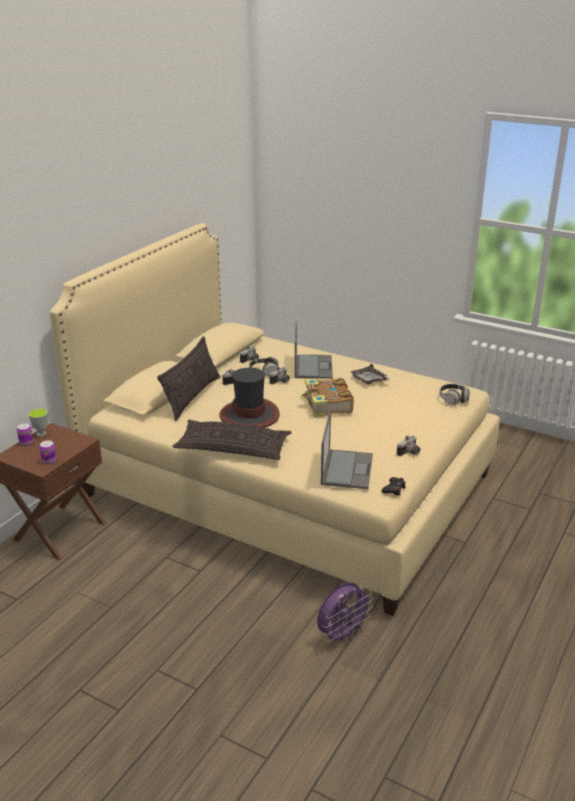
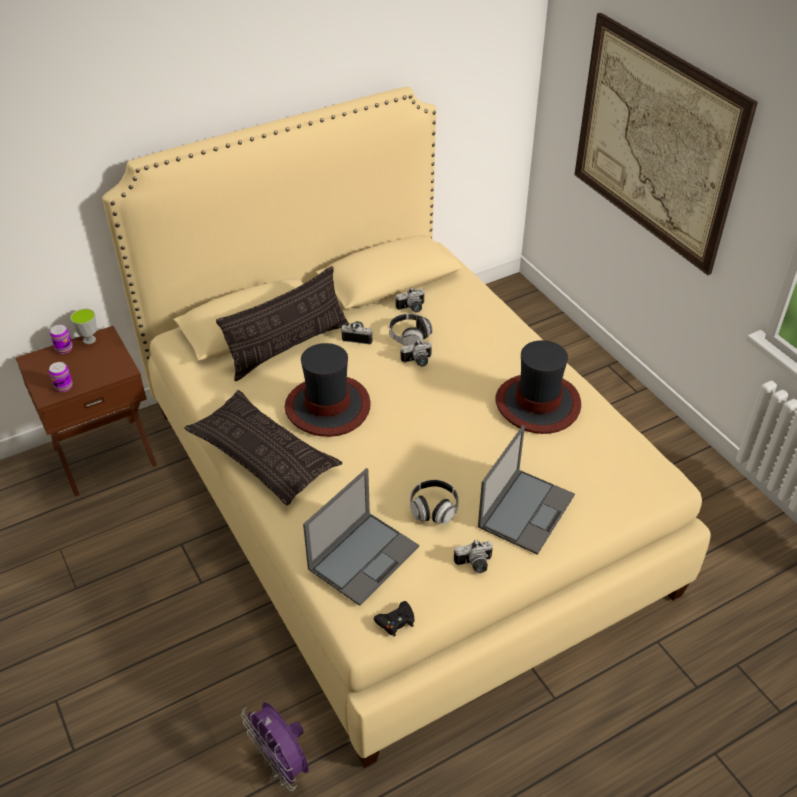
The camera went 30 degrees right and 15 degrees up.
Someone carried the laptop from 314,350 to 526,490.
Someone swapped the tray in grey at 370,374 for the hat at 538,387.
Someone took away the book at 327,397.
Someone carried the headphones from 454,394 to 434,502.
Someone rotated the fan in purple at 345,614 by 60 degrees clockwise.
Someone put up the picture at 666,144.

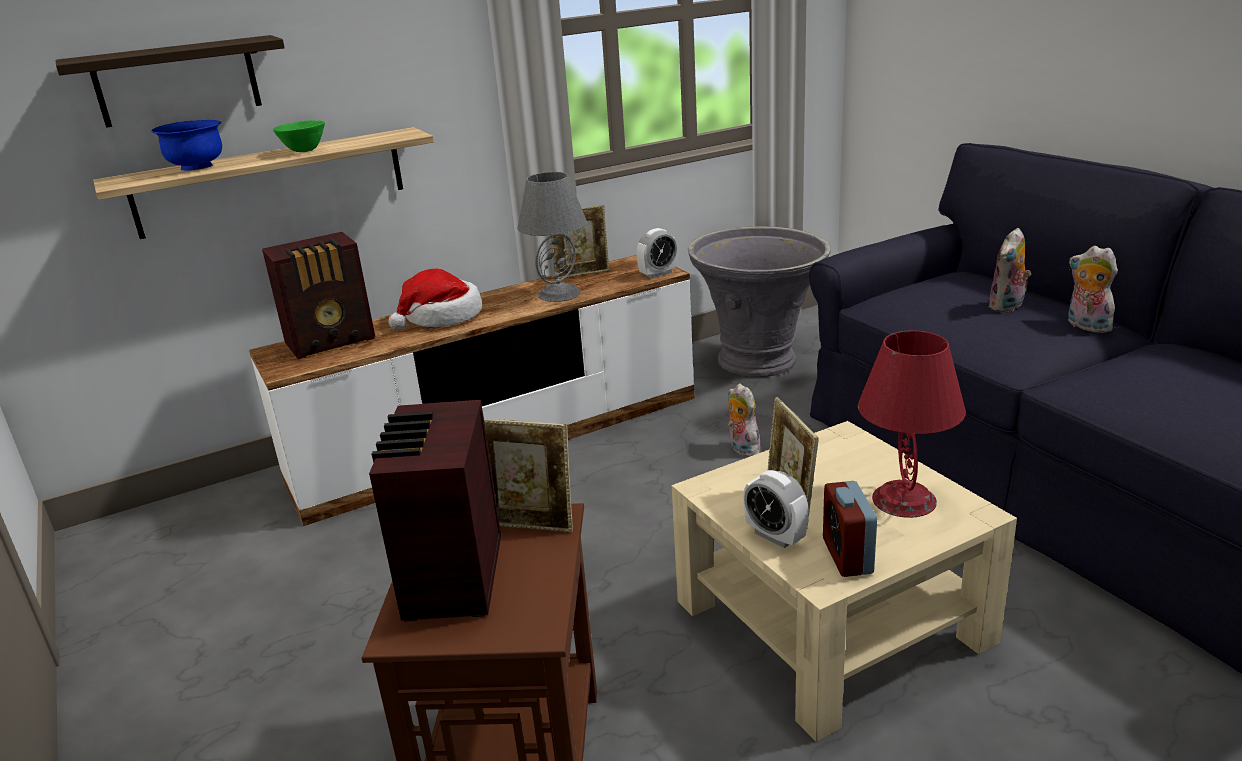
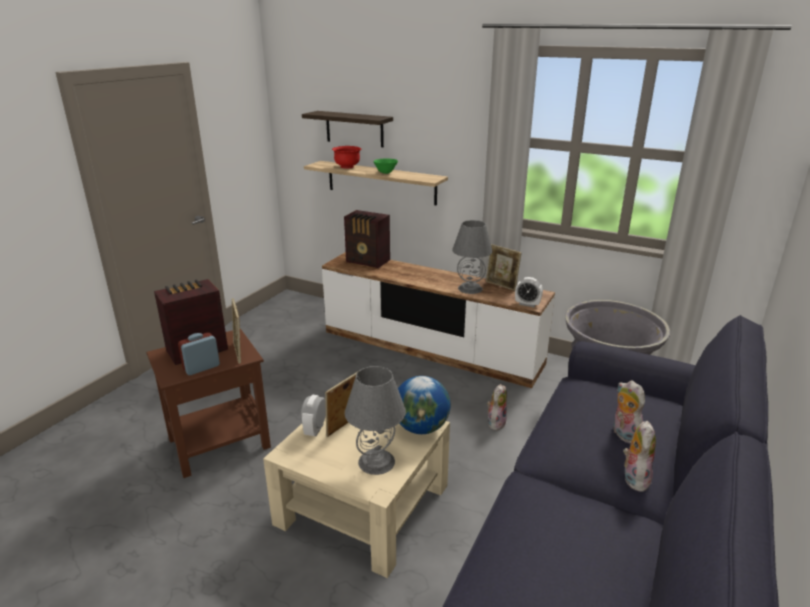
The camera went 55 degrees right and 0 degrees up.
Someone repainted the bowl in blue at 186,145, which became the bowl in red at 346,157.
Someone rotated the plush toy at 1010,270 by 60 degrees clockwise.
Someone took away the hat at 435,299.
Someone repainted the table lamp in red at 912,424, which became the table lamp in grey at 375,420.
Someone carried the alarm clock from 850,529 to 199,353.
Someone put down the globe at 424,405.

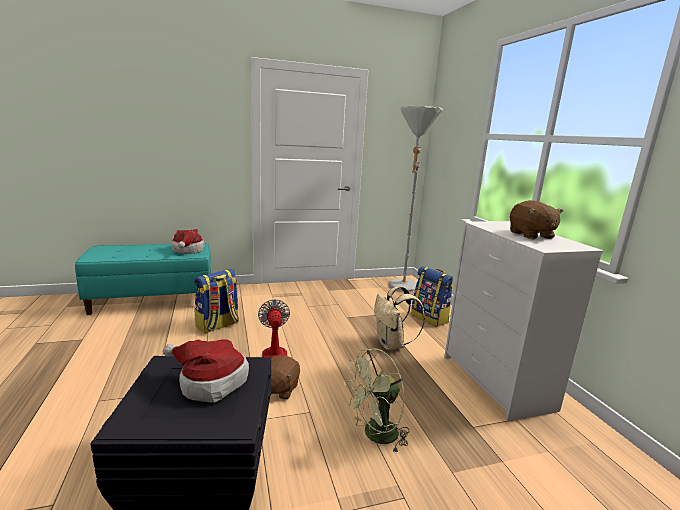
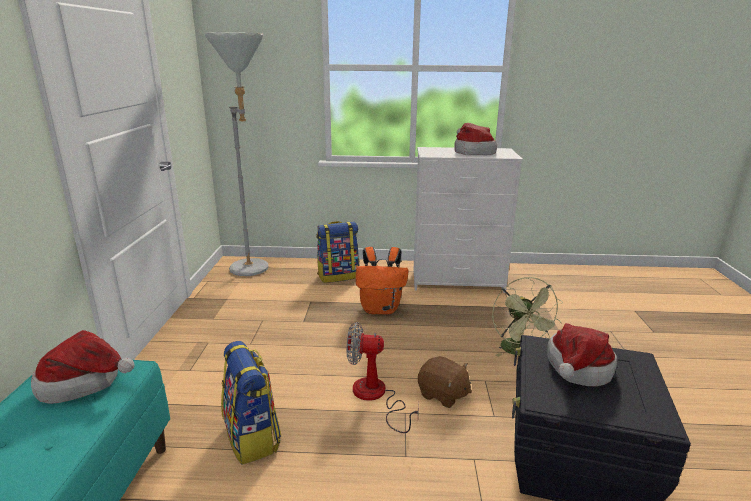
The camera went 70 degrees left and 5 degrees up.
Someone swapped the plush toy in brown at 536,219 for the hat at 475,139.
Someone repainted the backpack in beige at 399,318, which became the backpack in orange at 382,280.

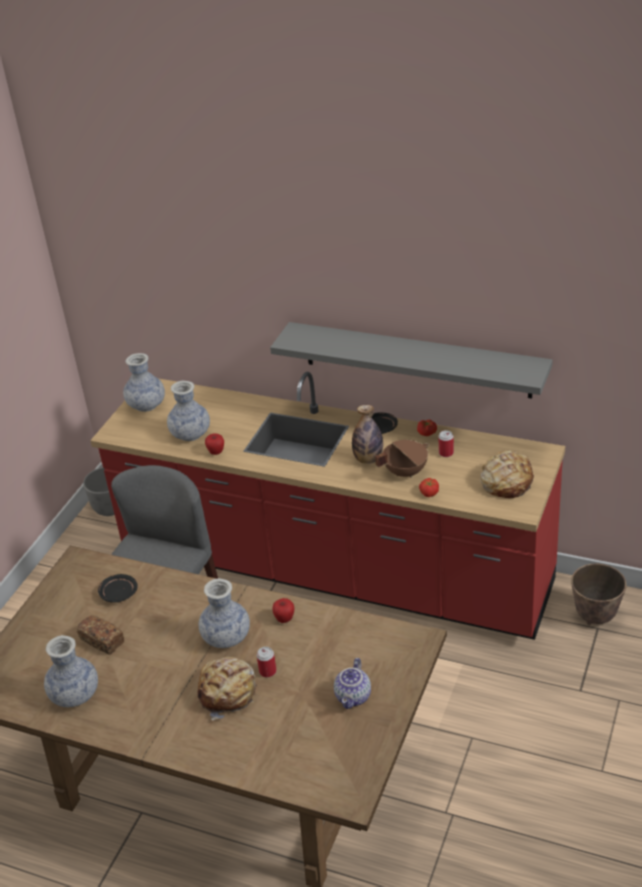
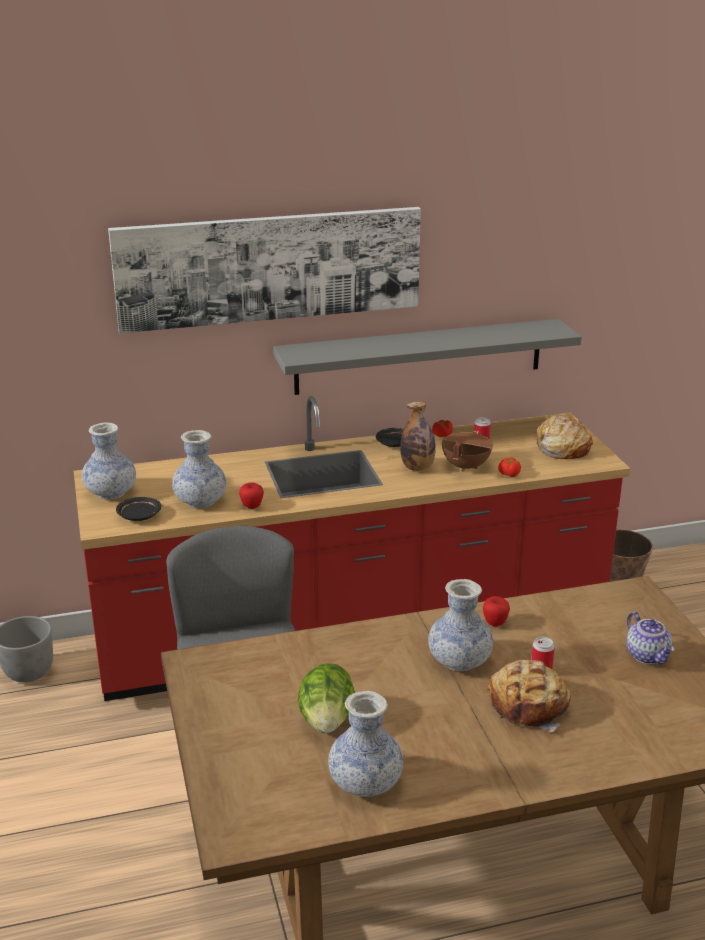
The camera went 40 degrees left and 10 degrees down.
Someone carried the plate in black from 118,588 to 138,509.
Someone swapped the bread at 100,635 for the lettuce at 326,698.
Someone put up the picture at 264,270.

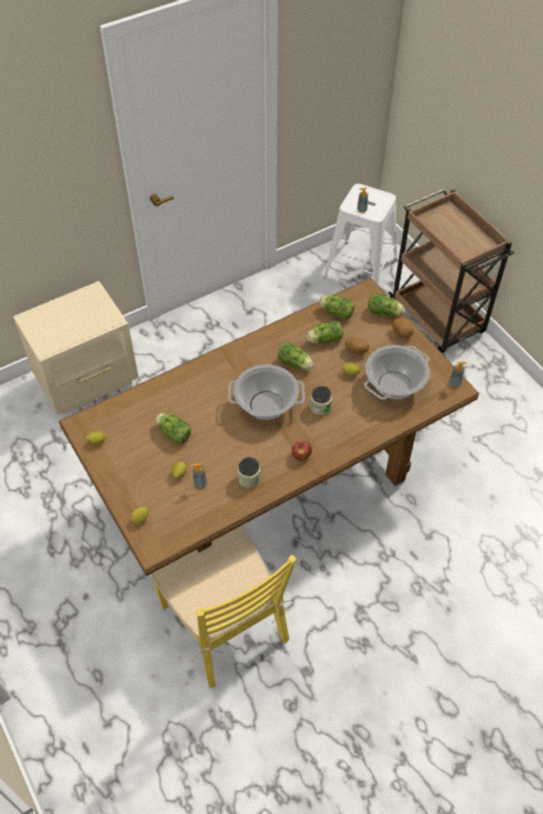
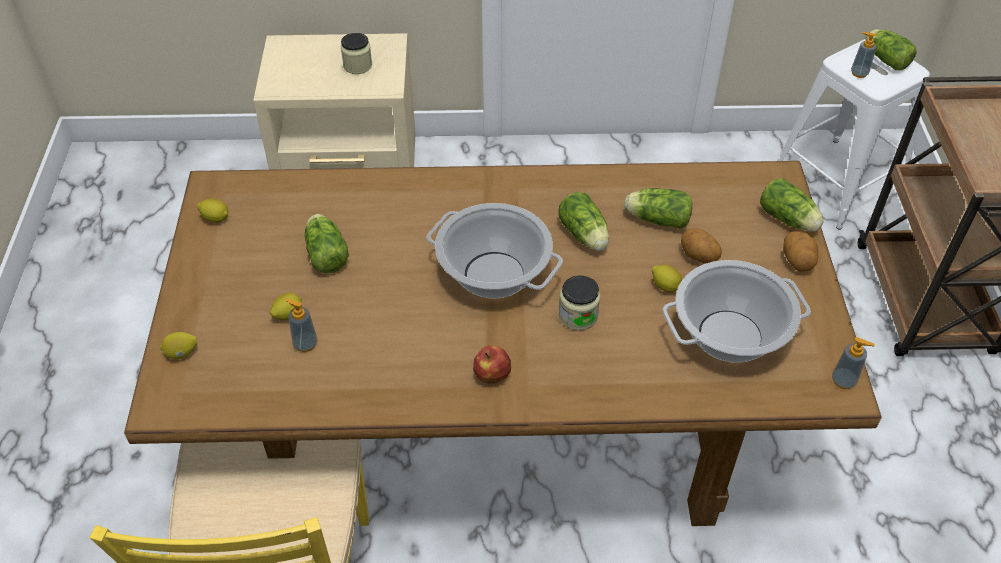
The camera went 30 degrees right and 5 degrees down.
Someone carried the lettuce from 336,307 to 891,49.
Someone carried the jar from 249,472 to 356,53.

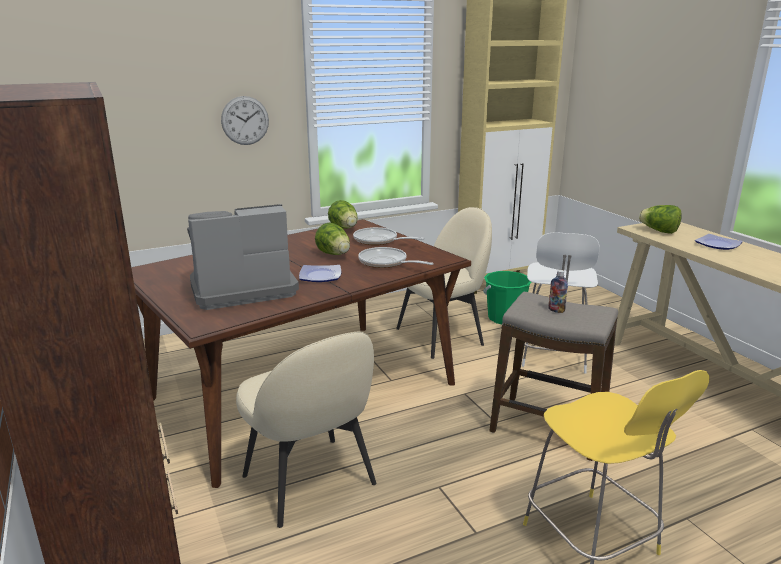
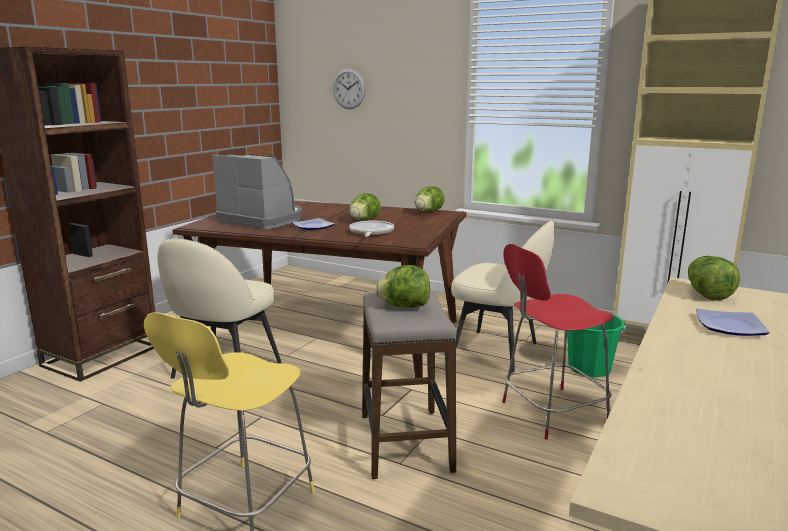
The camera went 55 degrees right and 5 degrees down.
Someone carried the wall clock from 245,120 to 349,89.
Someone took away the frying pan at 389,236.
Someone repainted the stool in white at 561,302, which became the stool in red at 558,342.
Someone swapped the bottle at 558,291 for the lettuce at 402,286.

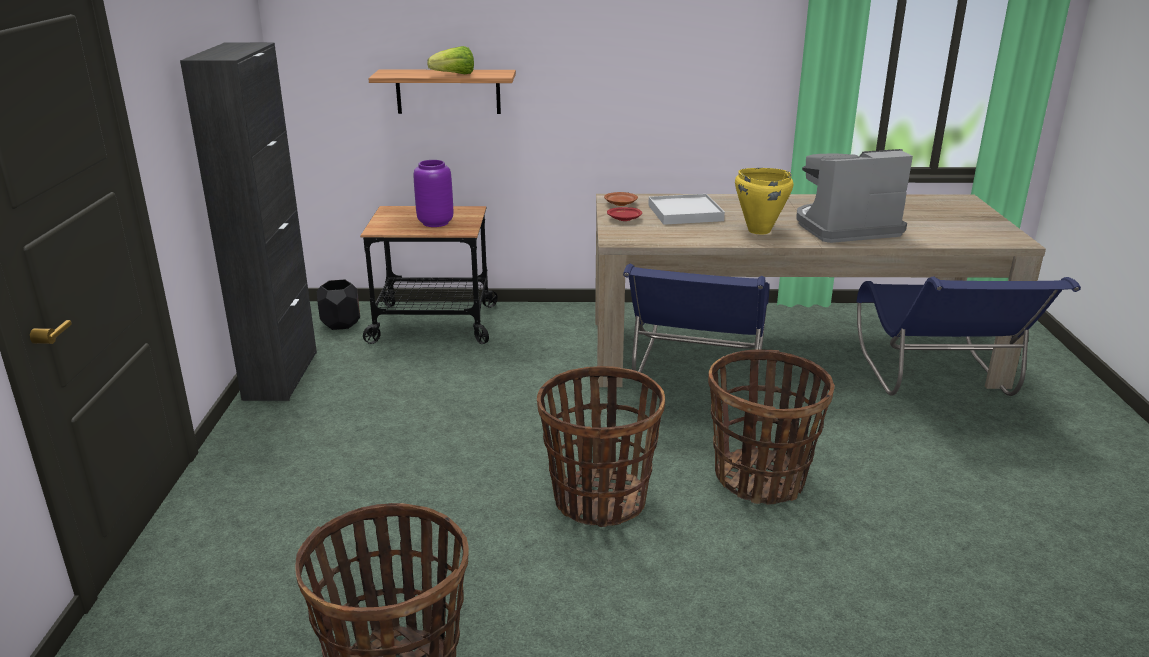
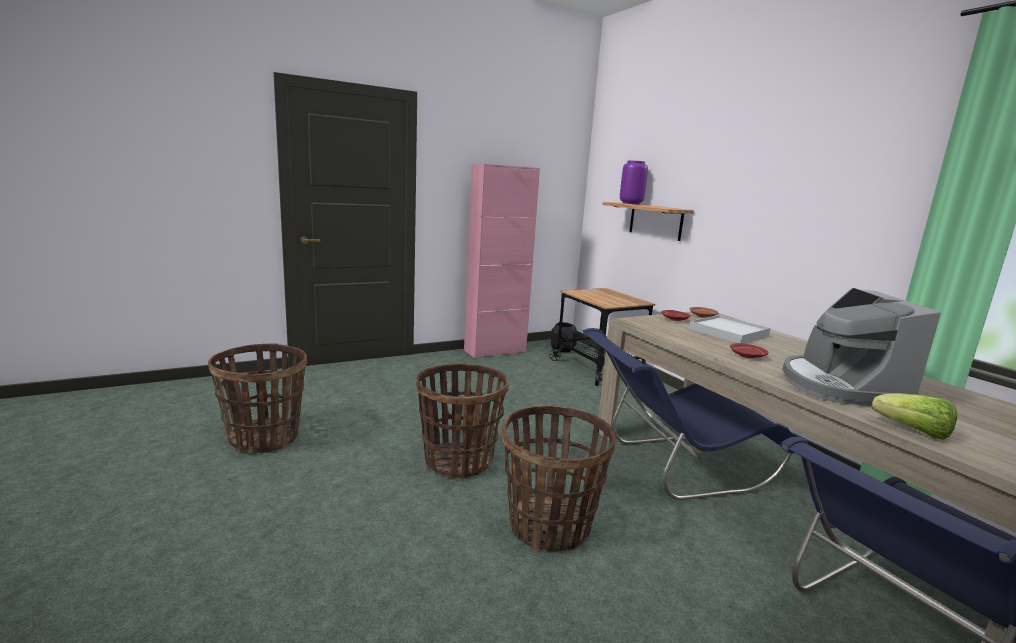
The camera went 60 degrees right and 10 degrees down.
Someone repainted the cabinet in black at 248,221, which became the cabinet in pink at 502,260.
Someone carried the lettuce from 450,60 to 915,416.
Someone rotated the coffee machine at 854,196 by 135 degrees counterclockwise.
Someone carried the vase in purple from 433,193 to 634,182.
Someone swapped the cooking pot in yellow at 764,201 for the plate in red at 749,350.

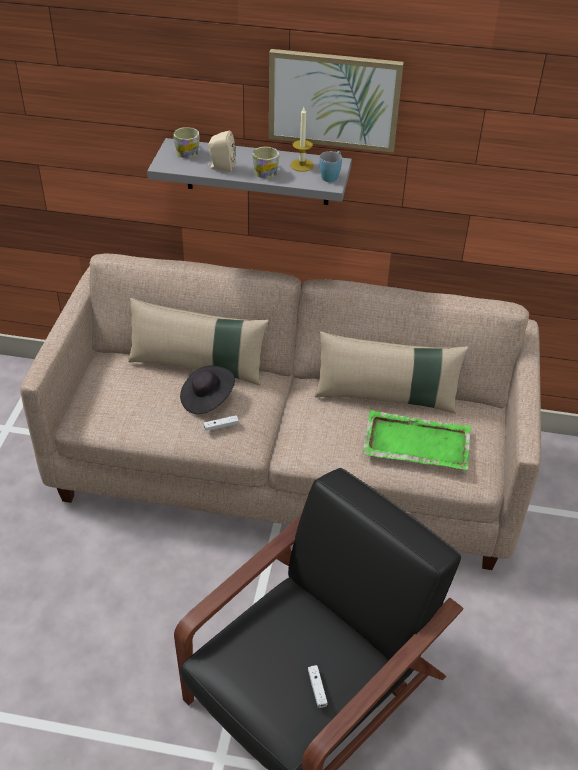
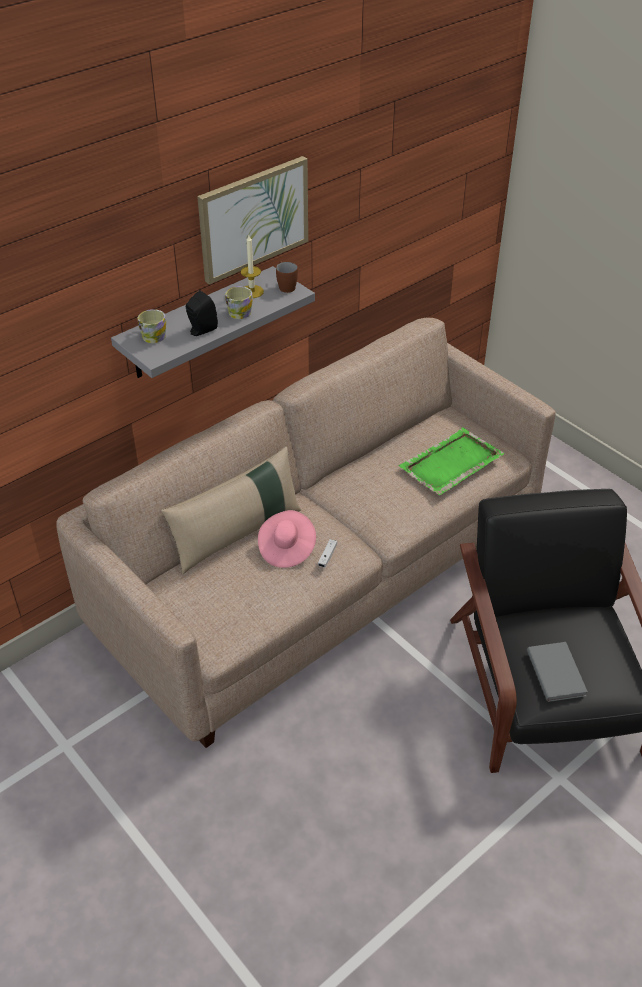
The camera went 50 degrees left and 0 degrees up.
Someone repainted the speaker in beige at 222,152, which became the speaker in black at 202,313.
Someone repainted the mug in blue at 331,166, which became the mug in brown at 287,277.
Someone took away the pillow in beige at 391,372.
Someone repainted the hat in black at 207,390, which became the hat in pink at 287,539.
Someone took away the game controller in white at 318,686.
Someone put down the book in grey at 557,672.

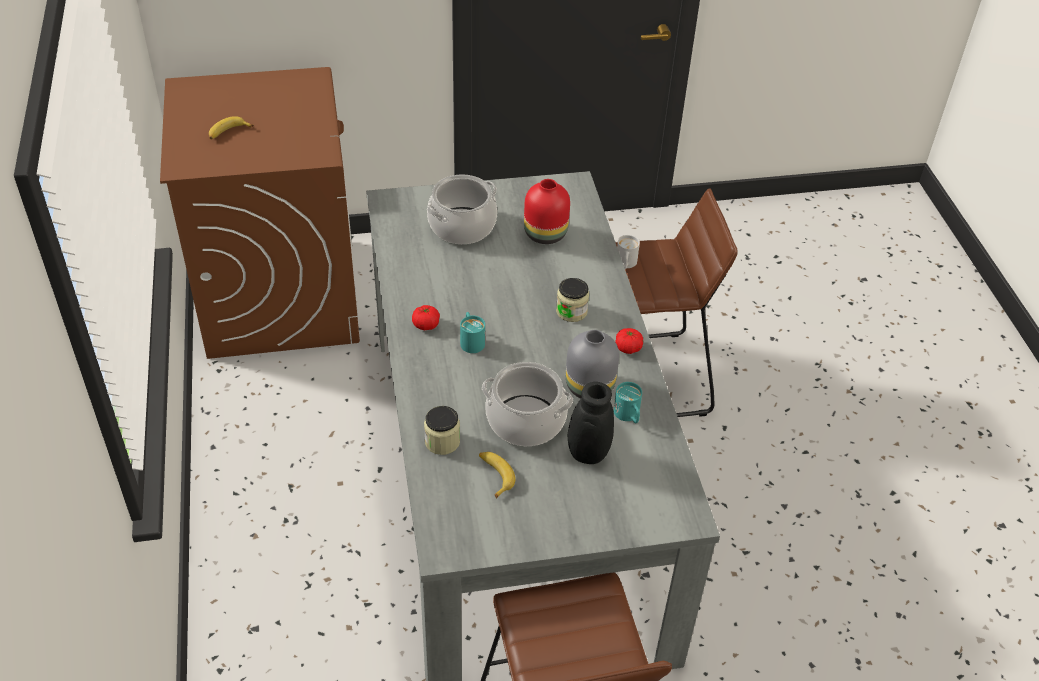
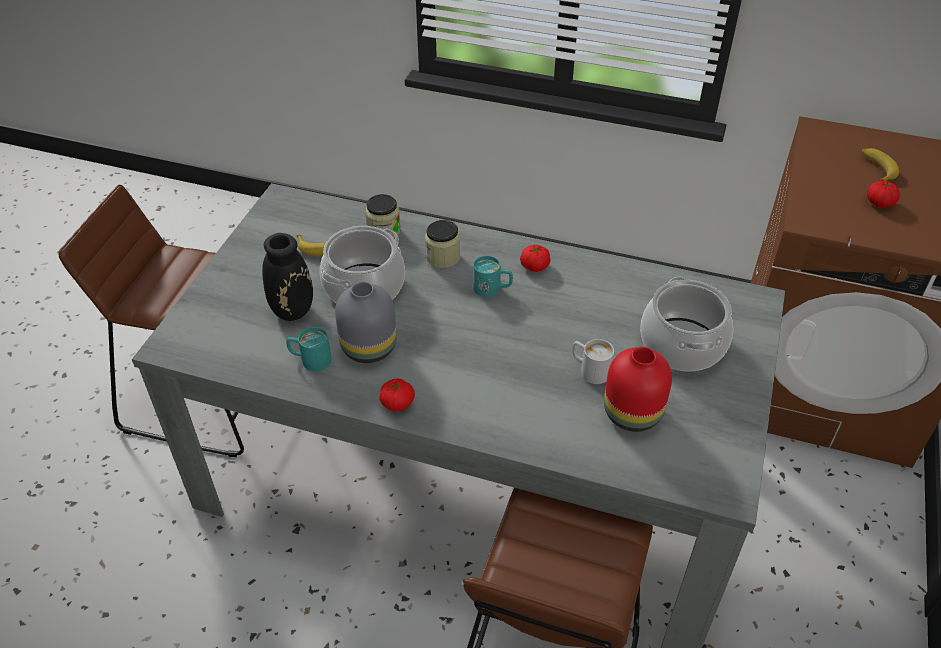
The camera went 120 degrees right and 0 degrees up.
Someone carried the mug in white from 628,252 to 593,361.
Someone carried the jar from 572,300 to 442,244.
Someone put down the tomato at 883,194.

